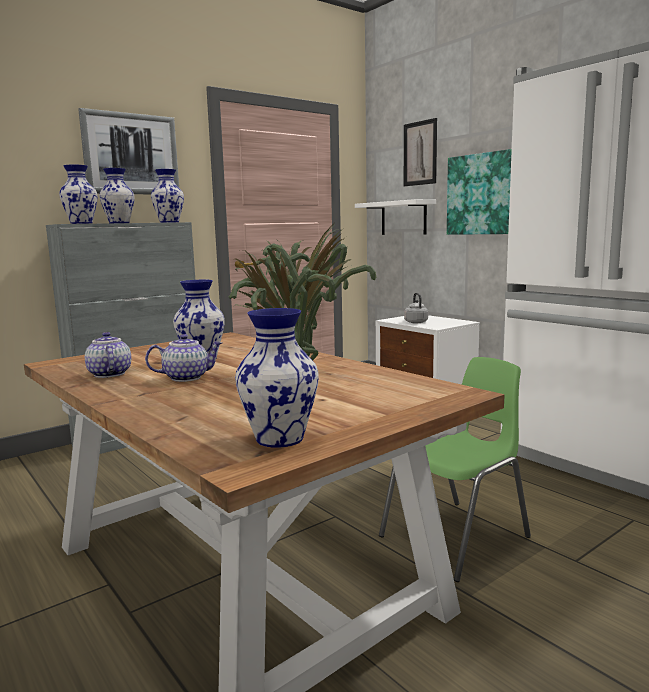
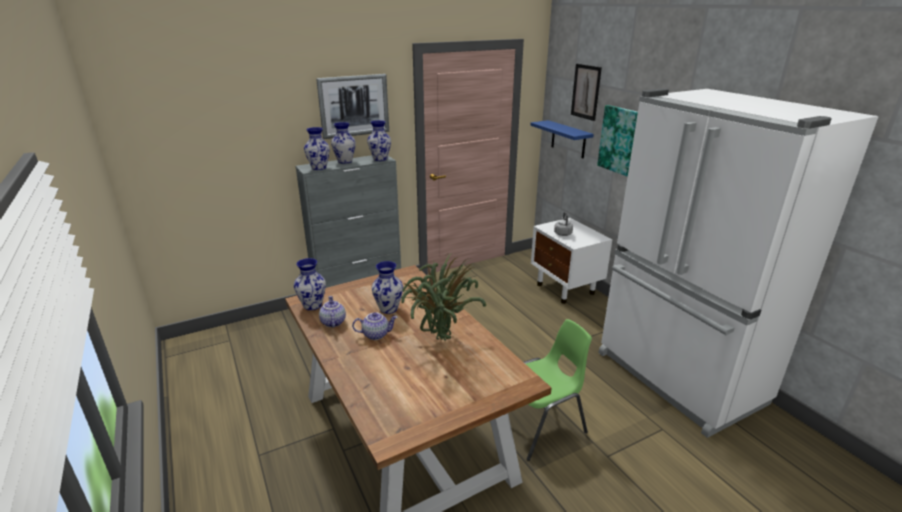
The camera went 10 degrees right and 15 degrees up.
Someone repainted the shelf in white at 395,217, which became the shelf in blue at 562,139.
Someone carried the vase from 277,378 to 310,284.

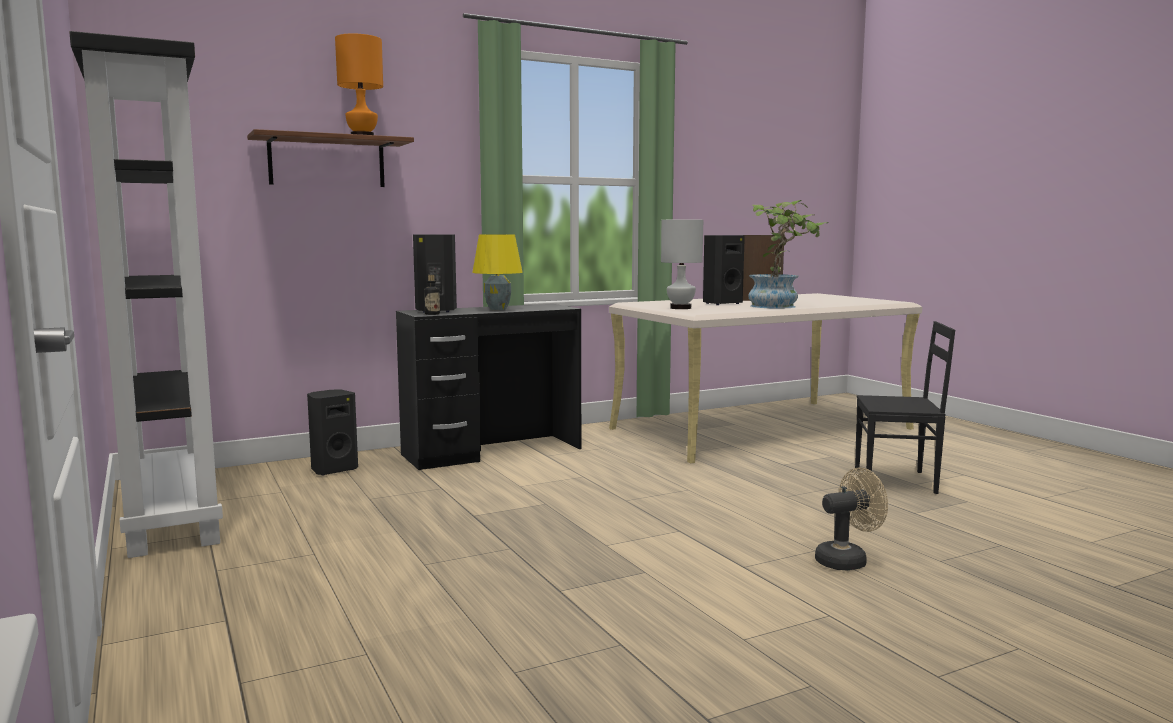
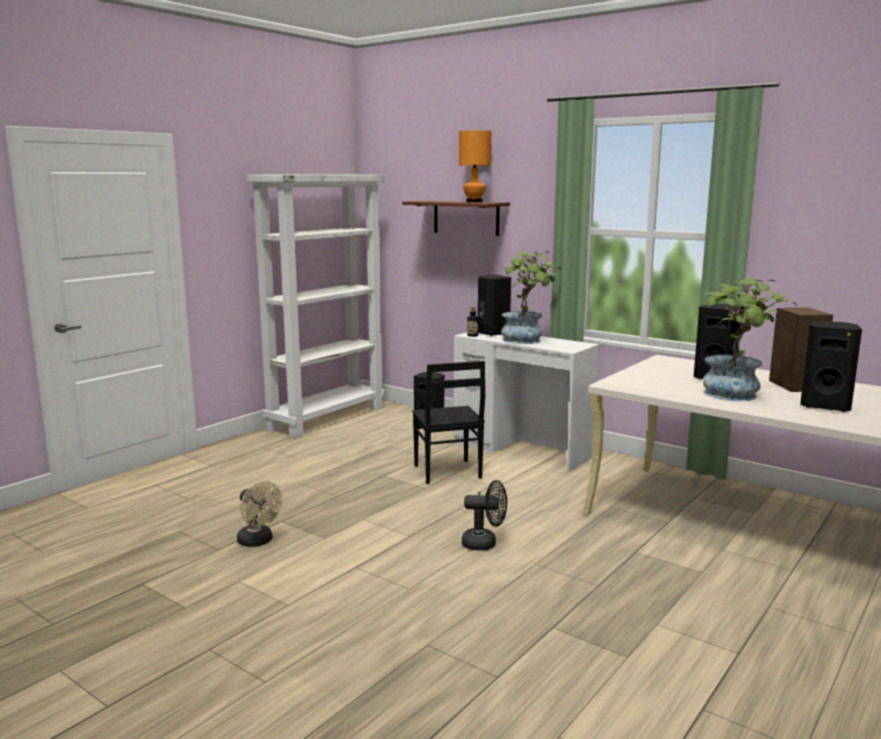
The camera went 65 degrees right and 5 degrees up.
Someone repainted the bookcase in black at 146,294, which became the bookcase in white at 315,306.
Someone took away the table lamp in white at 682,264.
Someone swapped the table lamp in yellow at 497,272 for the potted plant at 531,297.
Someone repainted the desk in black at 488,387, which became the desk in white at 526,402.
Someone carried the chair in black from 905,407 to 448,422.
Someone carried the fan in beige from 851,518 to 259,514.
Someone put down the speaker in black at 831,366.
Someone put down the fan in black at 484,515.

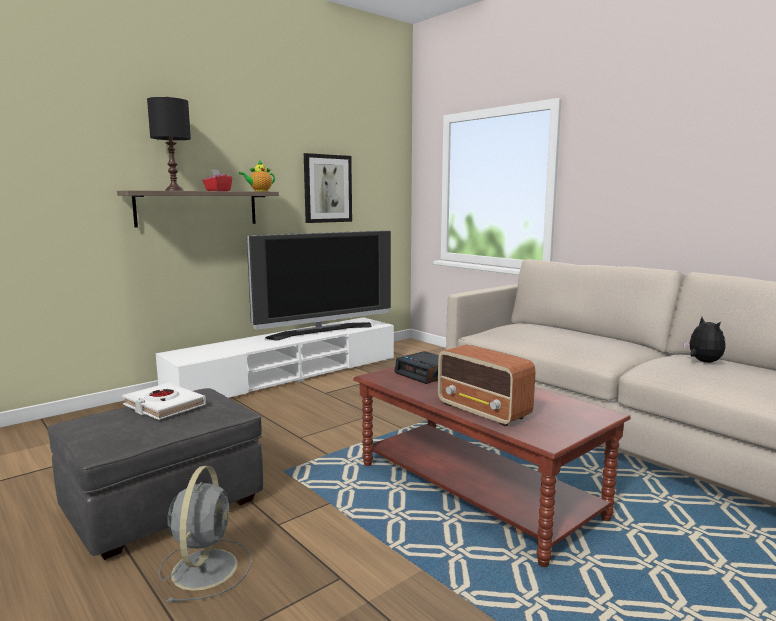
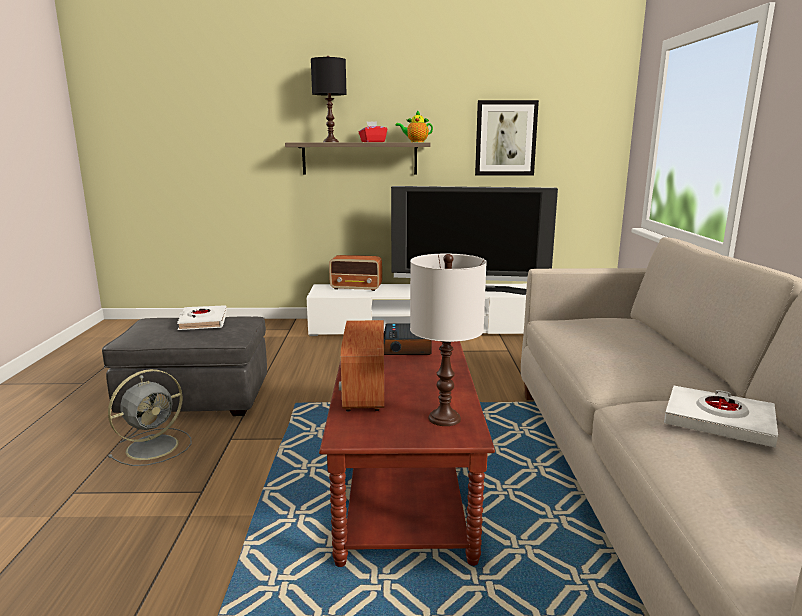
The camera went 40 degrees right and 5 degrees up.
Someone swapped the plush toy at 705,340 for the book in white at 721,417.
Someone put down the table lamp in white at 448,340.
Someone put down the radio at 355,273.

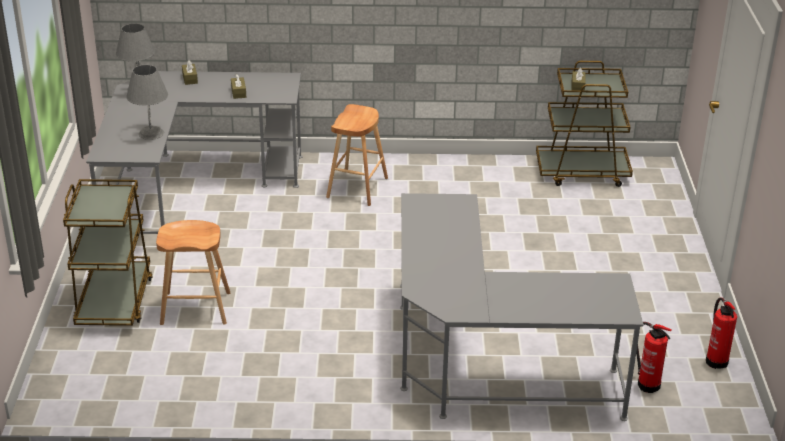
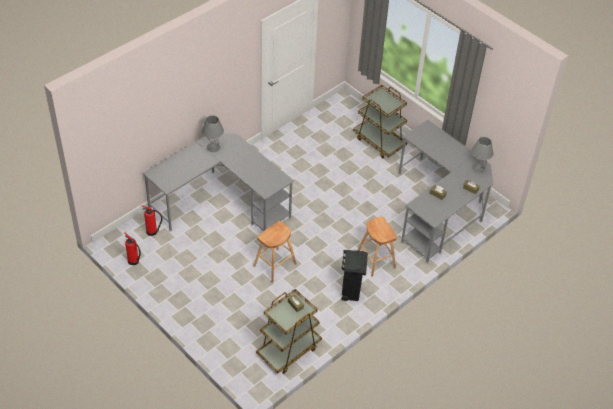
The camera went 135 degrees right and 15 degrees up.
Someone carried the table lamp in grey from 147,102 to 213,133.
Someone carried the stool in brown from 193,272 to 275,251.
Someone put down the trash can in black at 354,275.

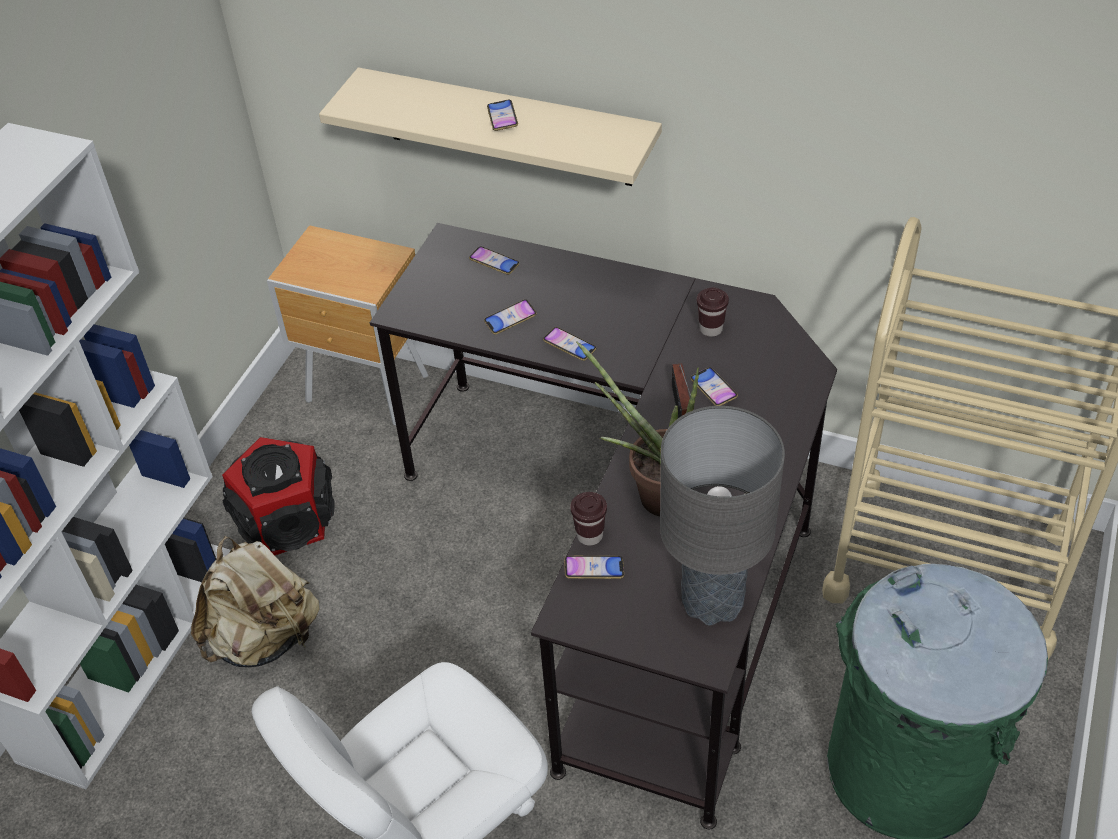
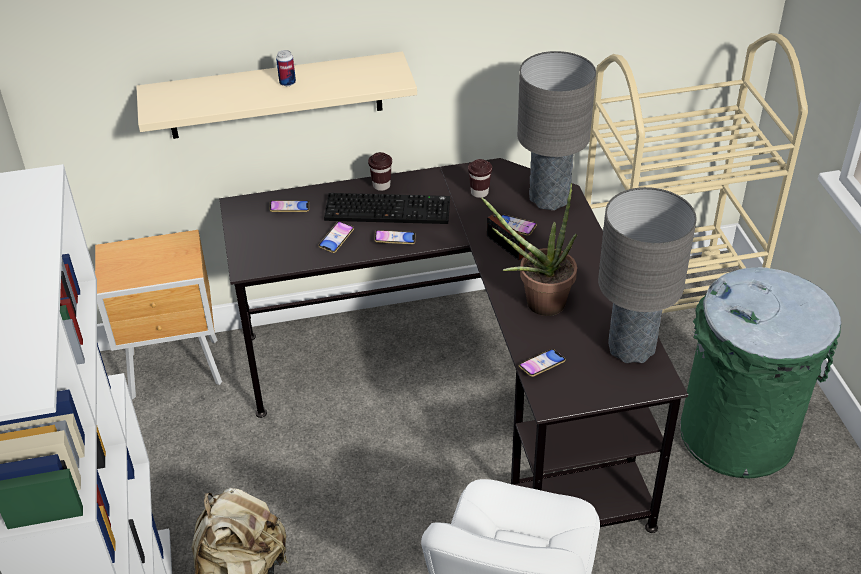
The camera went 35 degrees left and 5 degrees down.
Someone swapped the phone at 502,115 for the can at 286,68.
Someone took away the speaker at 278,496.
Someone carried the cup in brown from 588,519 to 380,171.
Someone put down the table lamp in grey at 556,130.
Someone put down the keyboard at 387,208.

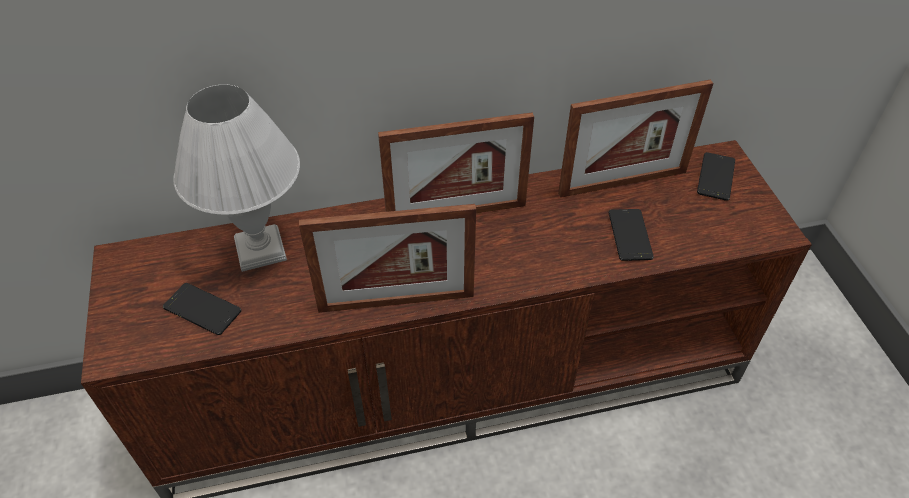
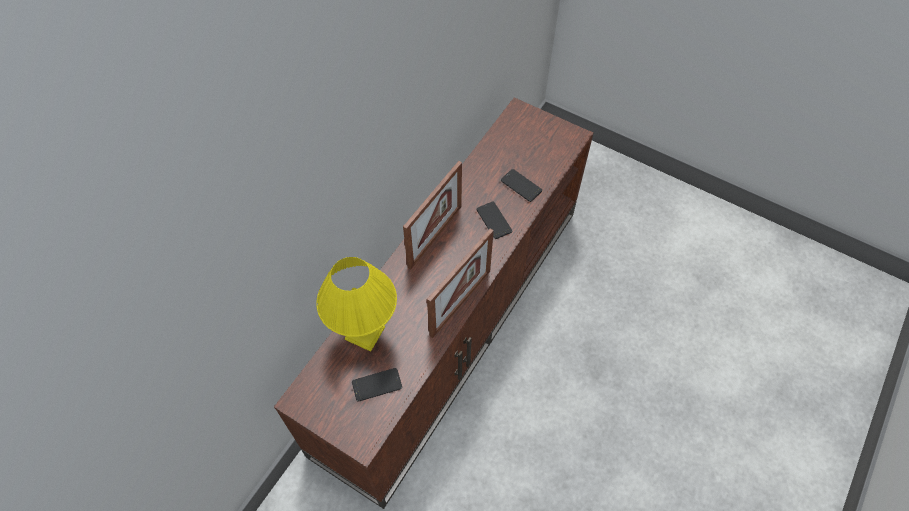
The camera went 45 degrees left and 10 degrees up.
Someone took away the picture frame at 636,139.
Someone repainted the table lamp in white at 236,178, which became the table lamp in yellow at 356,304.
Someone carried the phone from 716,176 to 494,220.

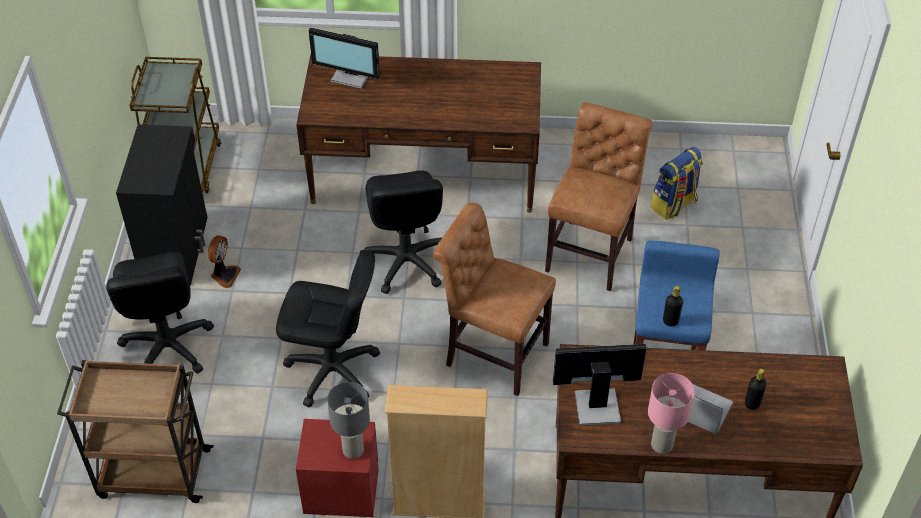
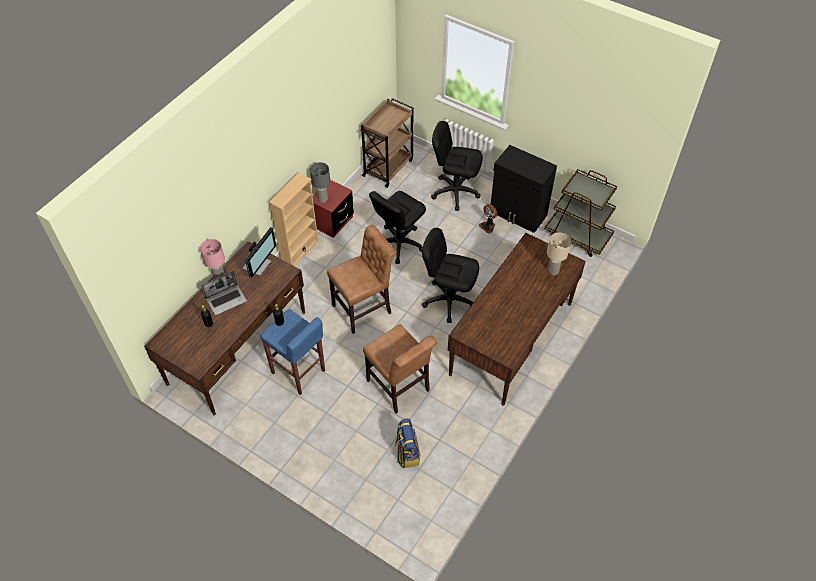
The camera went 120 degrees right and 5 degrees up.
Someone swapped the monitor at 344,58 for the table lamp in beige at 559,253.

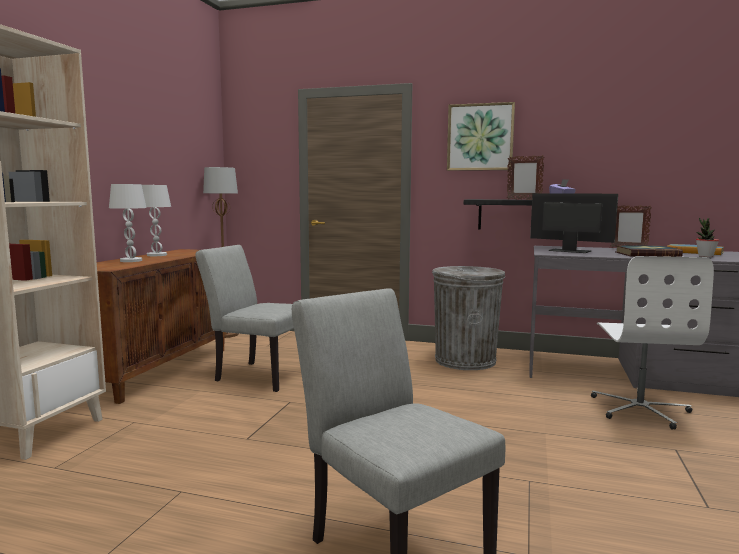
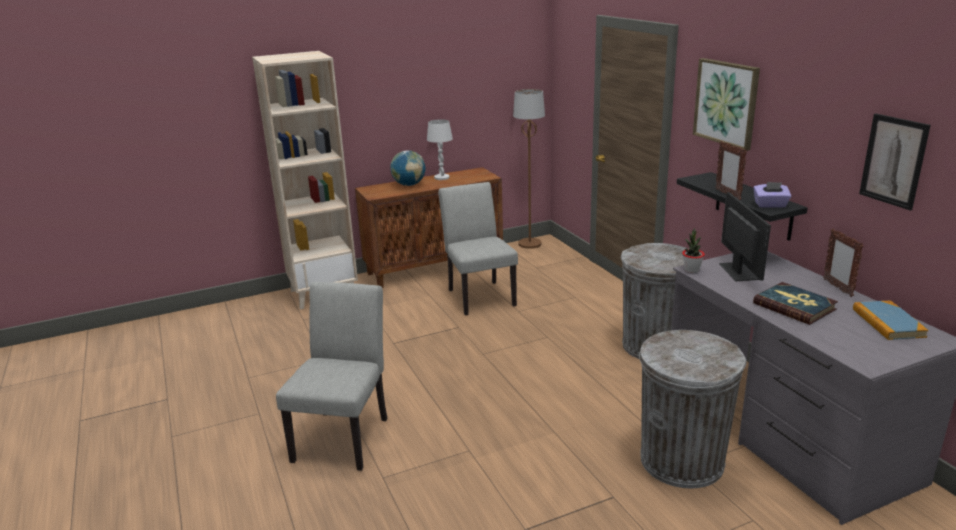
The camera went 50 degrees right and 15 degrees up.
Someone swapped the table lamp in white at 127,223 for the globe at 408,168.
Someone carried the potted plant from 707,237 to 693,250.
Someone swapped the office chair in white at 652,343 for the trash can in grey at 692,409.
Someone put up the picture at 895,162.

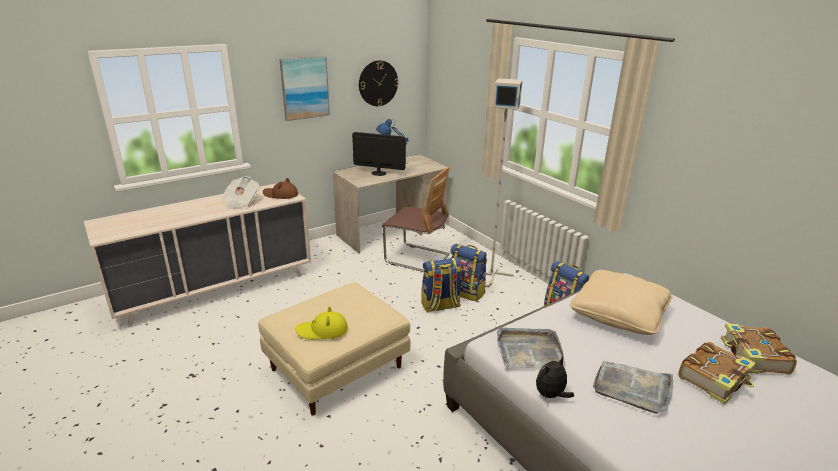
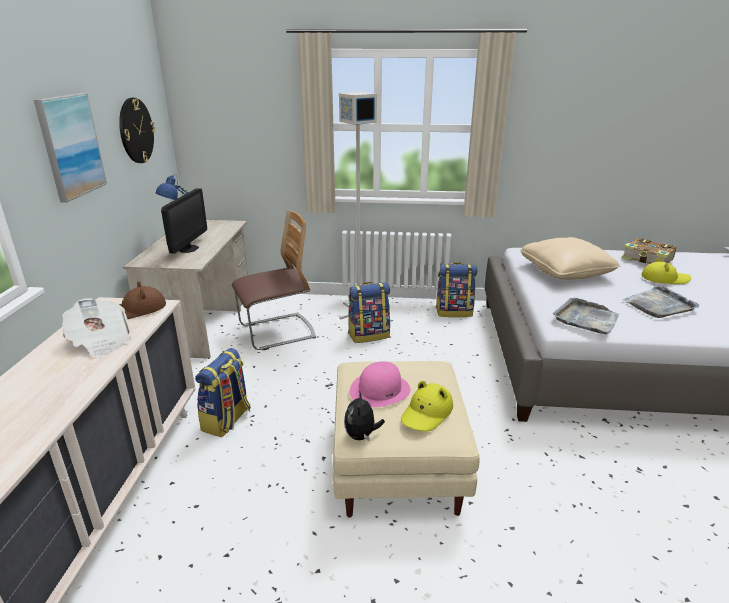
The camera went 50 degrees left and 0 degrees up.
Someone rotated the monitor at 379,154 by 135 degrees clockwise.
Someone carried the backpack from 441,285 to 223,392.
Someone swapped the book at 717,373 for the hat in yellow at 666,270.
Someone carried the plush toy from 555,377 to 364,415.
Someone put down the hat in pink at 380,384.

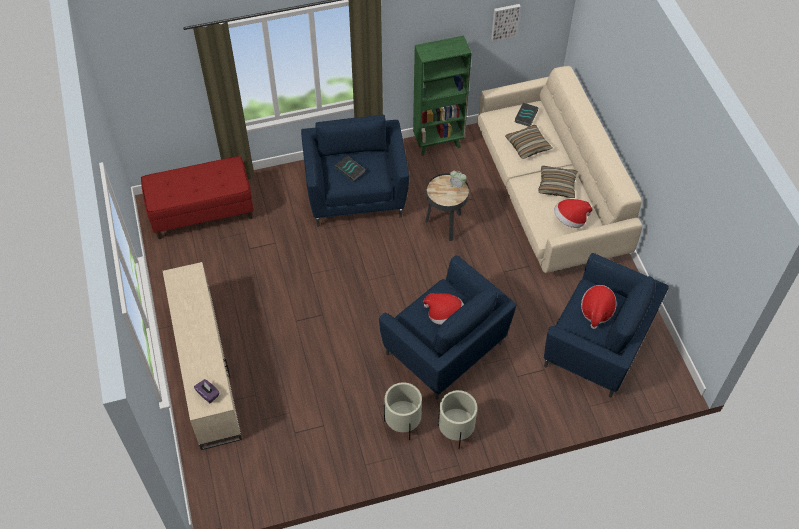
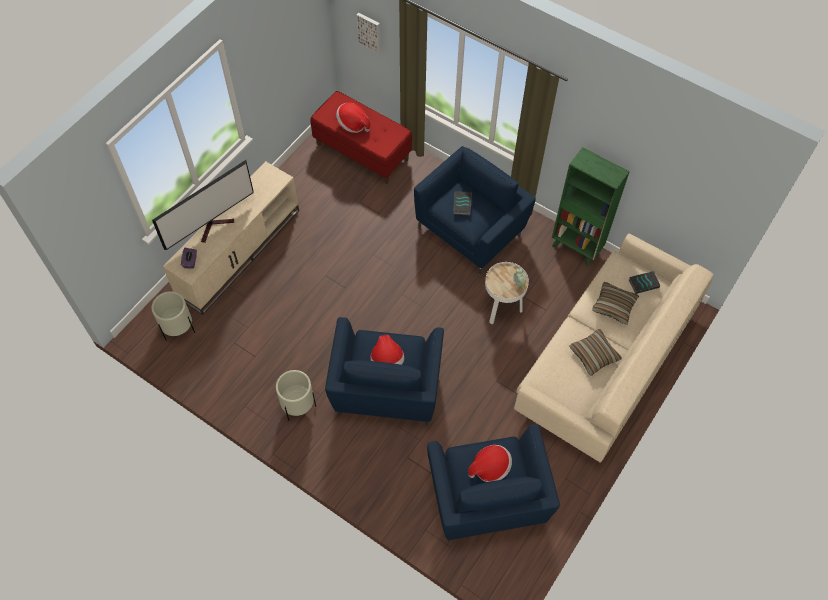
The camera went 50 degrees right and 5 degrees up.
Someone carried the picture from 506,22 to 369,33.
Someone repainted the side table in black at 447,207, which became the side table in white at 507,293.
Someone carried the hat from 573,213 to 353,118.
Someone carried the planter in beige from 457,419 to 173,315.
Someone put down the television at 203,205.

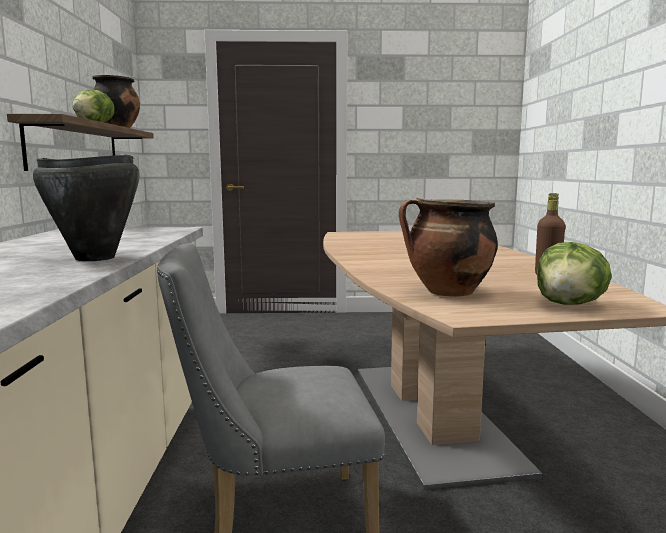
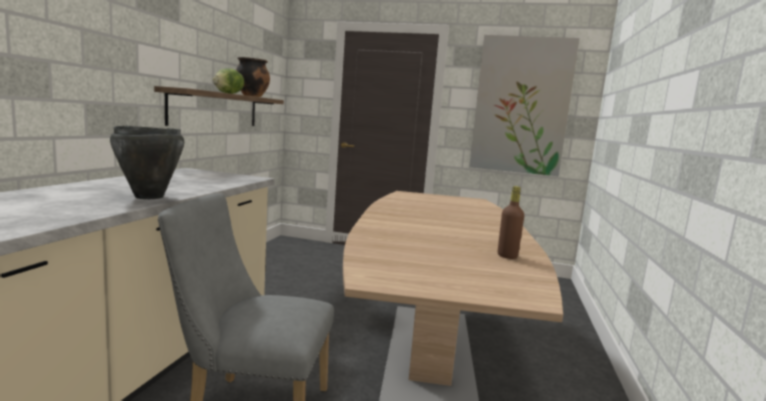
The camera went 15 degrees right and 0 degrees up.
Someone took away the cooking pot at 448,247.
Someone took away the lettuce at 574,273.
Someone put up the picture at 524,105.

